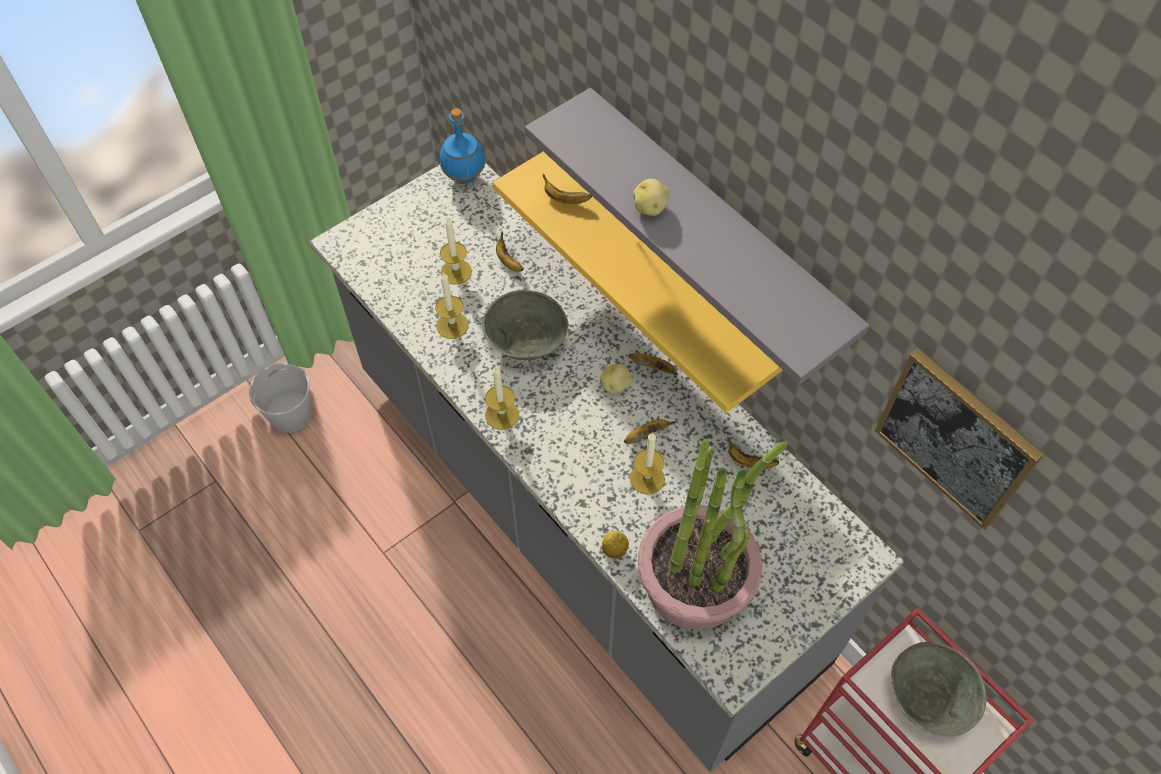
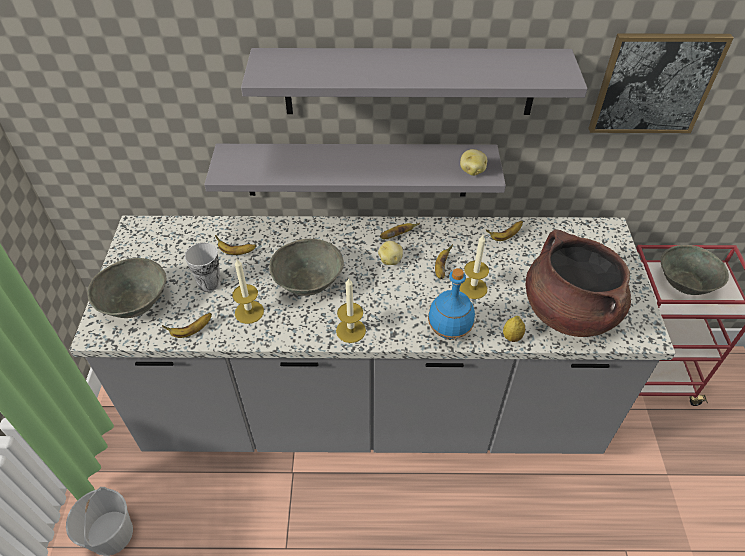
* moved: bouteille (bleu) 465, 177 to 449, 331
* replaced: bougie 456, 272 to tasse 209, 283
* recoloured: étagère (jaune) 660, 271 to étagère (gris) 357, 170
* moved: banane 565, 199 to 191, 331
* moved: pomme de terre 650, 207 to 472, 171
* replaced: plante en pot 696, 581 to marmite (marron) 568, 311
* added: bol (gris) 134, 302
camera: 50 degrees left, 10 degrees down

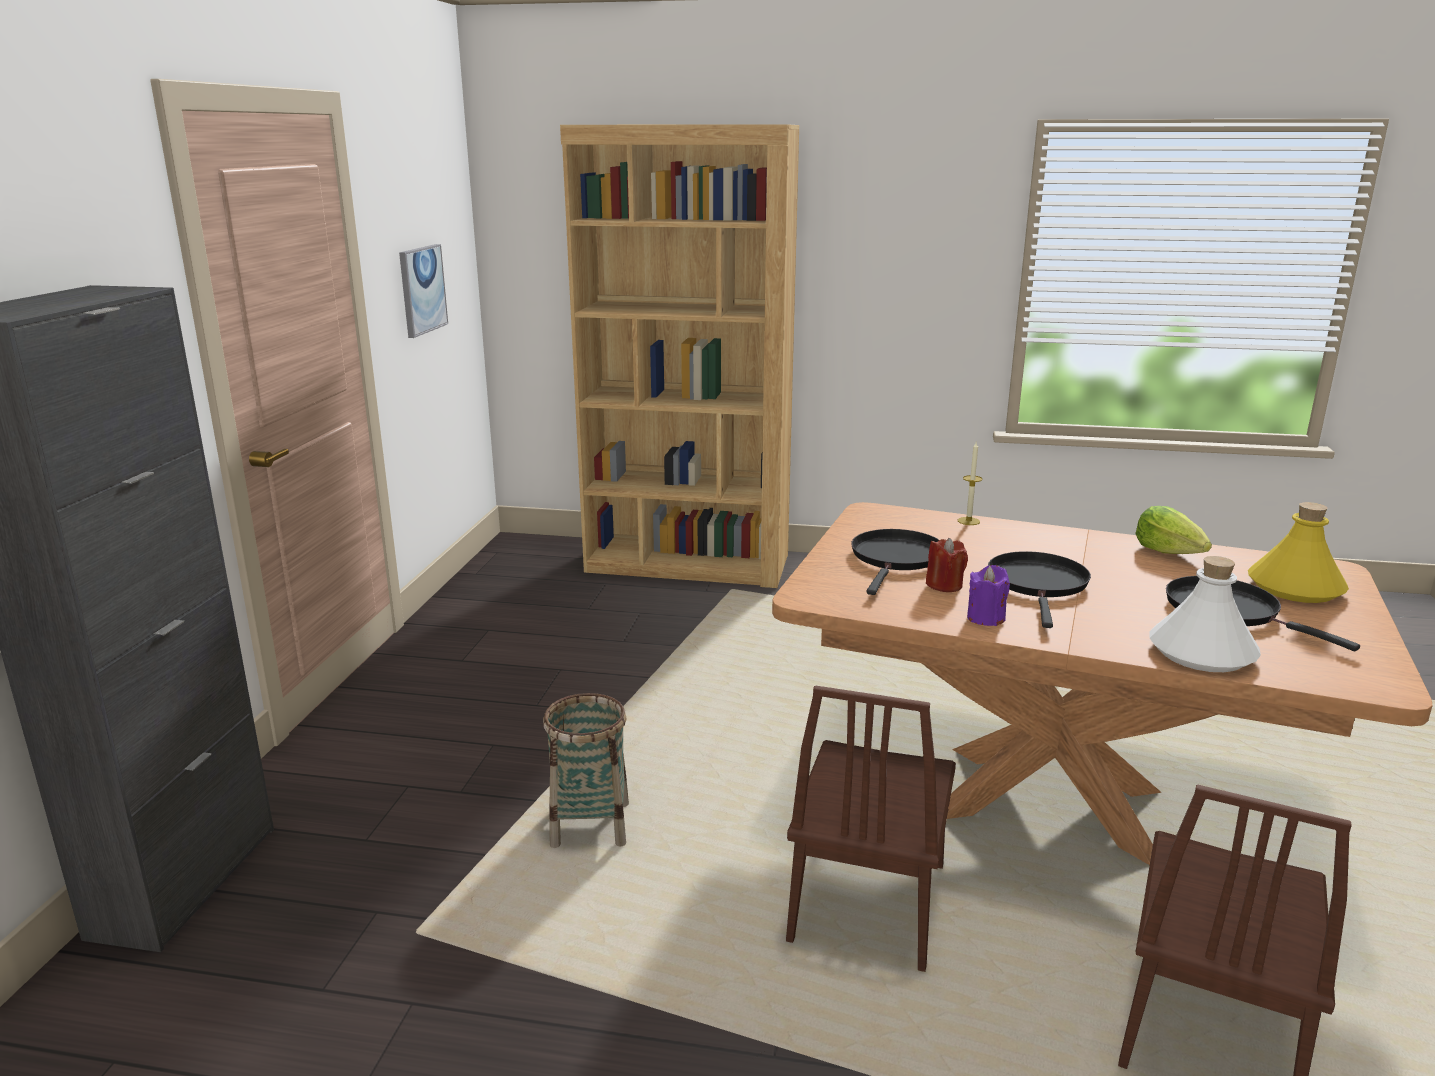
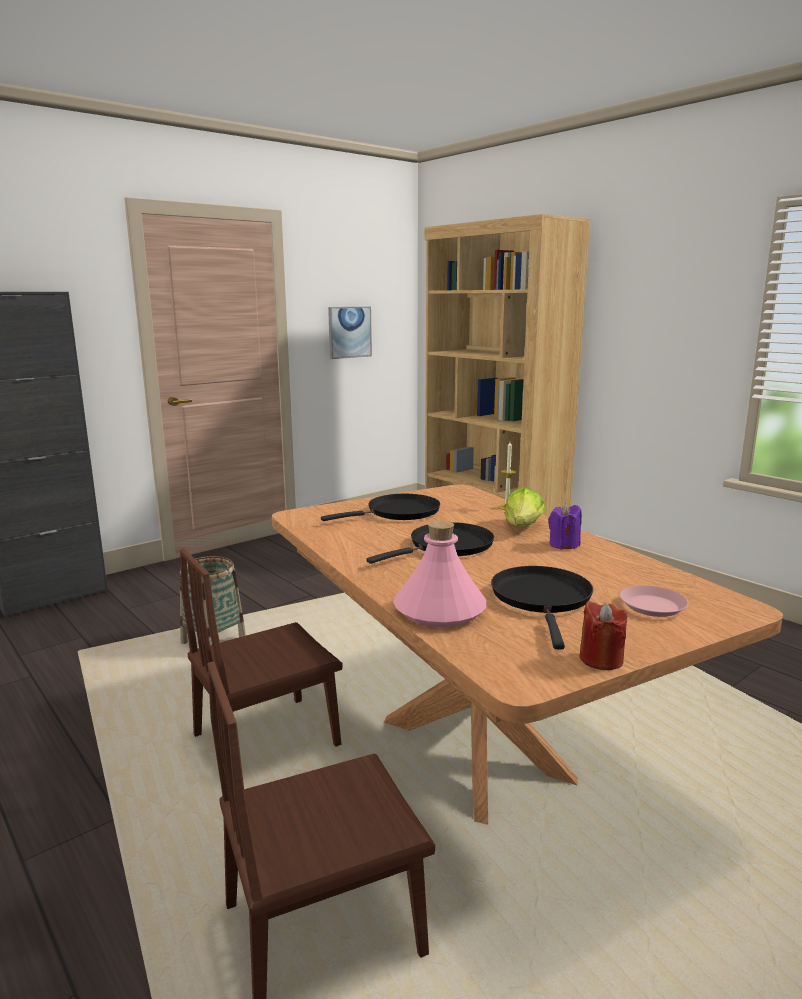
* moved: bougie (rouge) 944, 585 to 601, 659
* moved: bougie (violet) 986, 618 to 564, 545
* moved: laitue 1169, 552 to 523, 527
* recoloured: bouteille (blanc) 1201, 653 to bouteille (rose) 439, 610
* replaced: bouteille (jaune) 1295, 588 to assiette (rose) 652, 606
camera: 40 degrees right, 5 degrees down

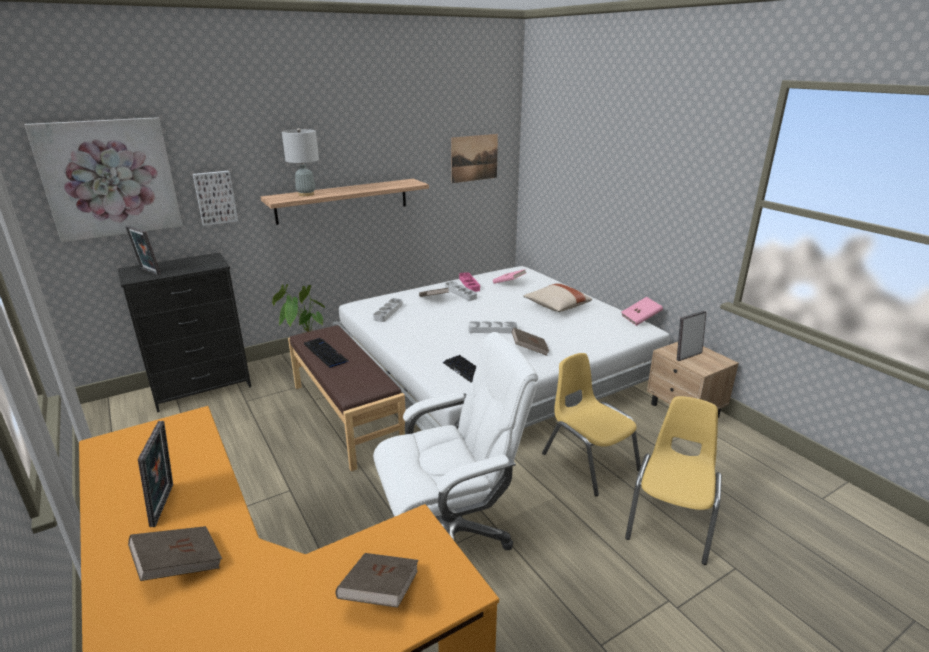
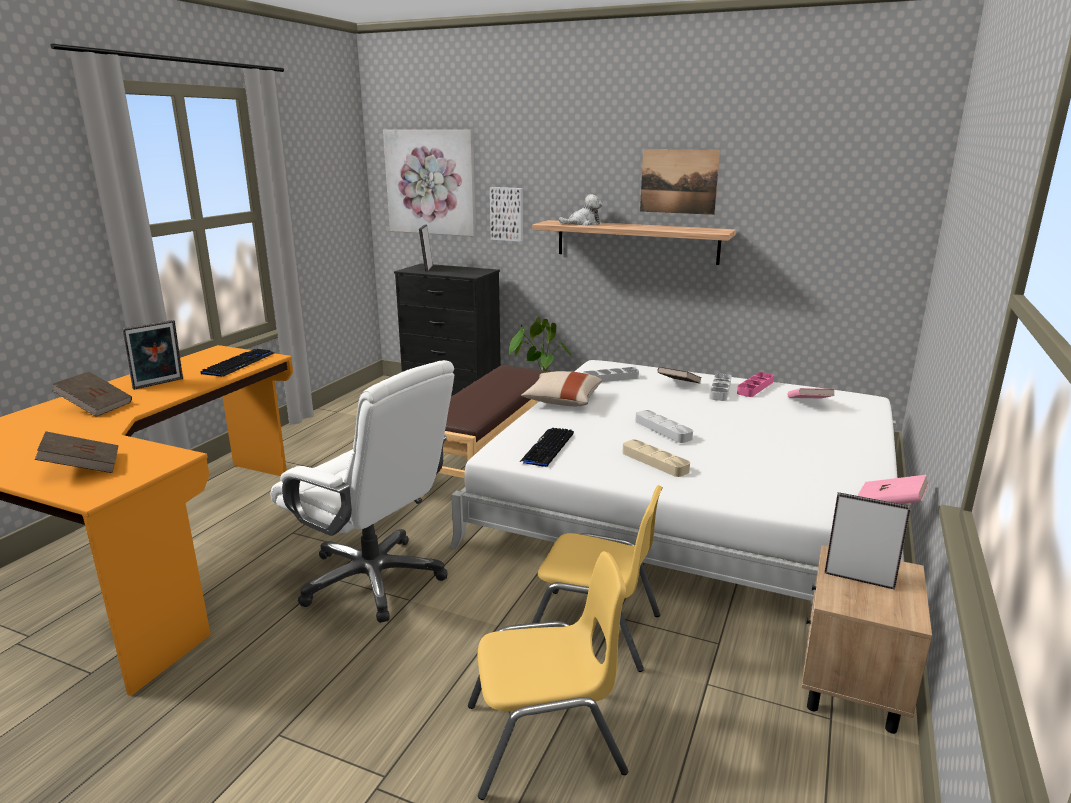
* replaced: lampe de table (gris) 306, 194 to peluche 583, 224
* moved: clavier 325, 353 to 239, 364
* moved: tableau 474, 158 to 678, 181
* replaced: livre (marron) 529, 349 to plateau (beige) 655, 462
* moved: coussin (beige) 556, 307 to 562, 401
* turned: chaise (jaune) 589, 462 = 594, 630 90 degrees clockwise
camera: 55 degrees right, 5 degrees down

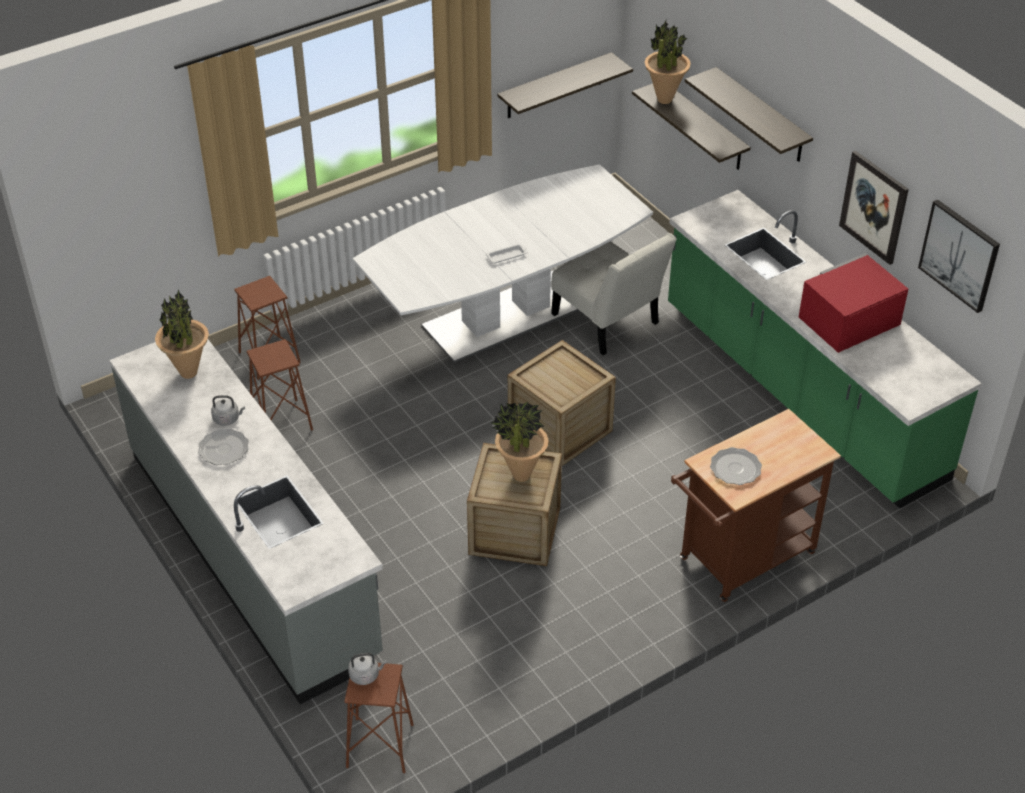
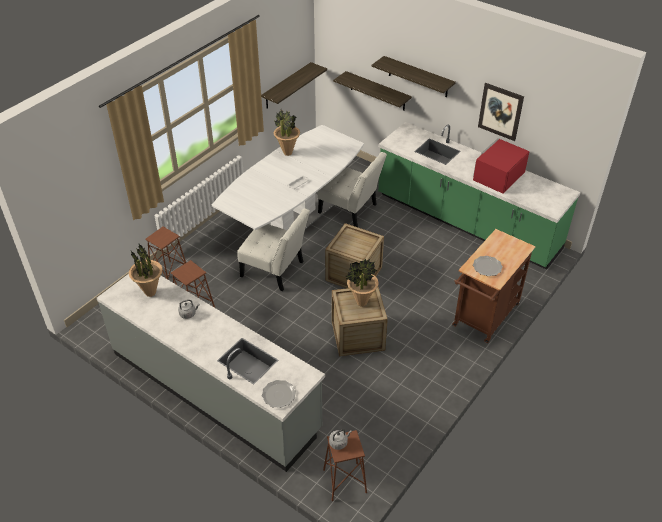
* moved: assiette 224, 449 to 279, 395
* moved: plante en pot 664, 99 to 287, 153
* removed: tableau 960, 255
* added: chaise (blanc) 275, 270
camera: 20 degrees left, 0 degrees up

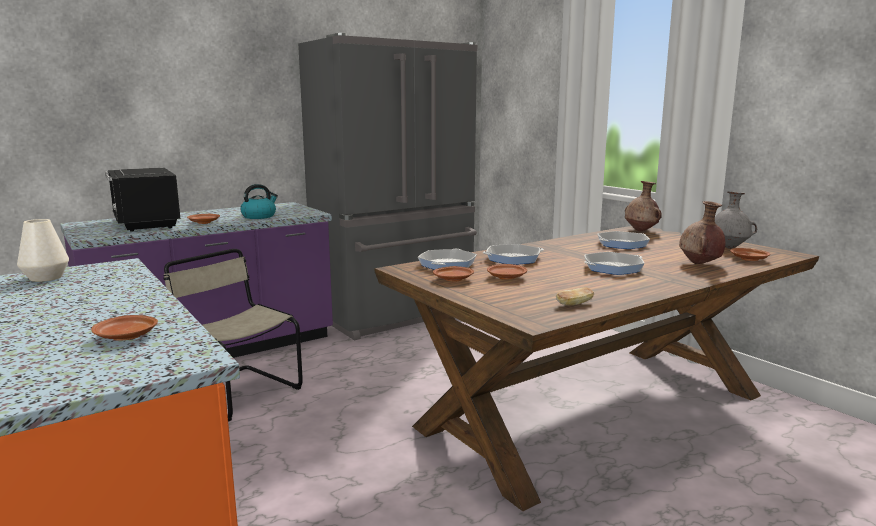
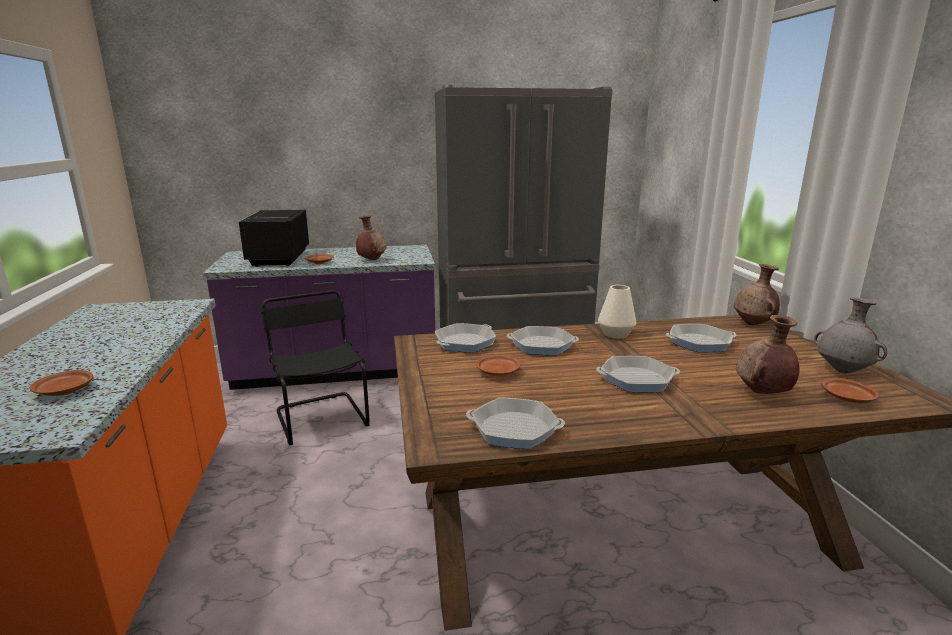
* moved: vase (blanc) 46, 278 to 615, 334
* recoloured: chaise (beige) 237, 391 to chaise (noir) 320, 416
* replaced: bouilloire 259, 216 to vase (marron) 371, 260
* removed: assiette (marron) 453, 279
* replaced: pain 574, 304 to poêle 514, 429
camera: 25 degrees right, 5 degrees up

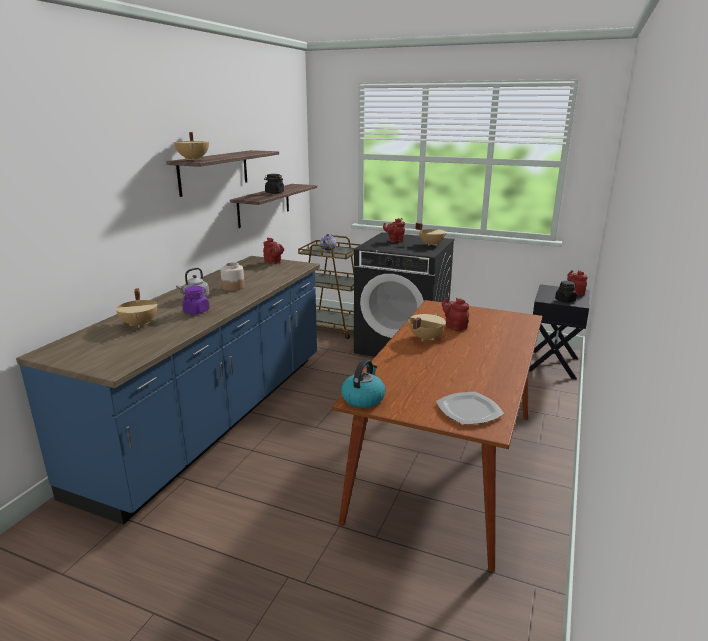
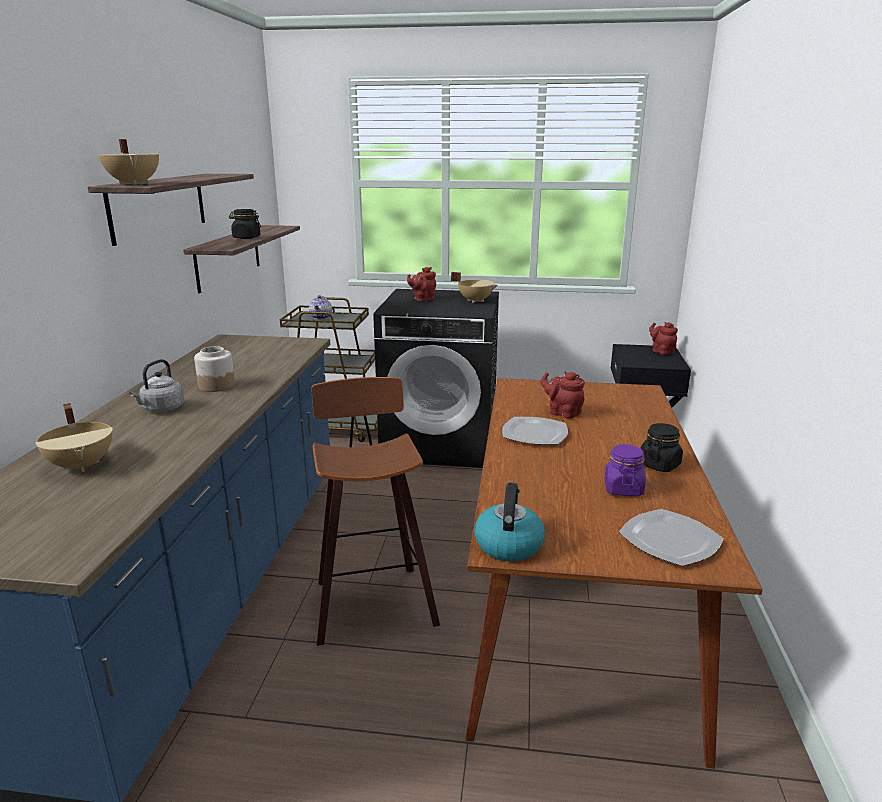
* moved: bocal (violet) 196, 311 to 623, 489
* removed: théière (rouge) 273, 262
* replaced: marmite (beige) 425, 338 to assiette 534, 434
* moved: bocal (noir) 565, 300 to 659, 465
* added: tabouret 371, 601
camera: 15 degrees left, 0 degrees up

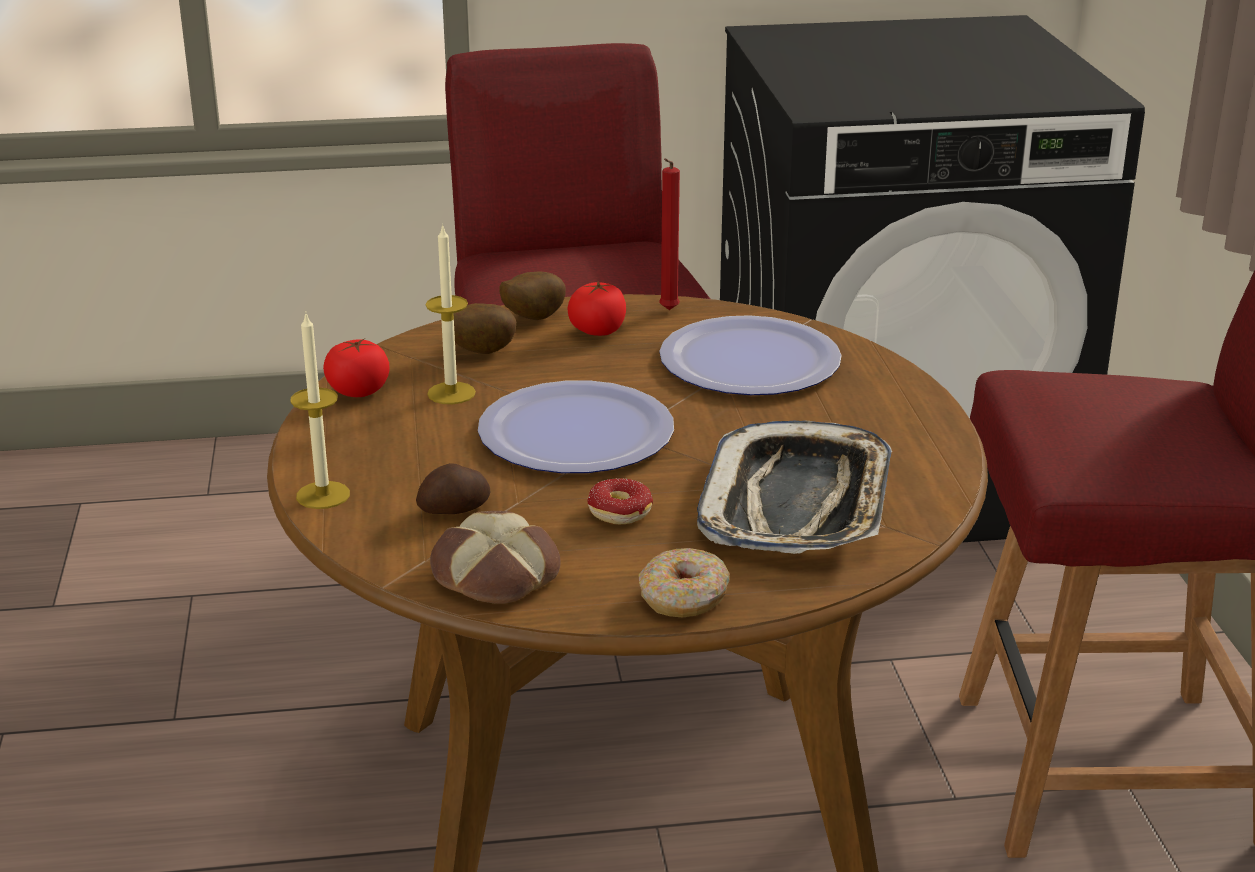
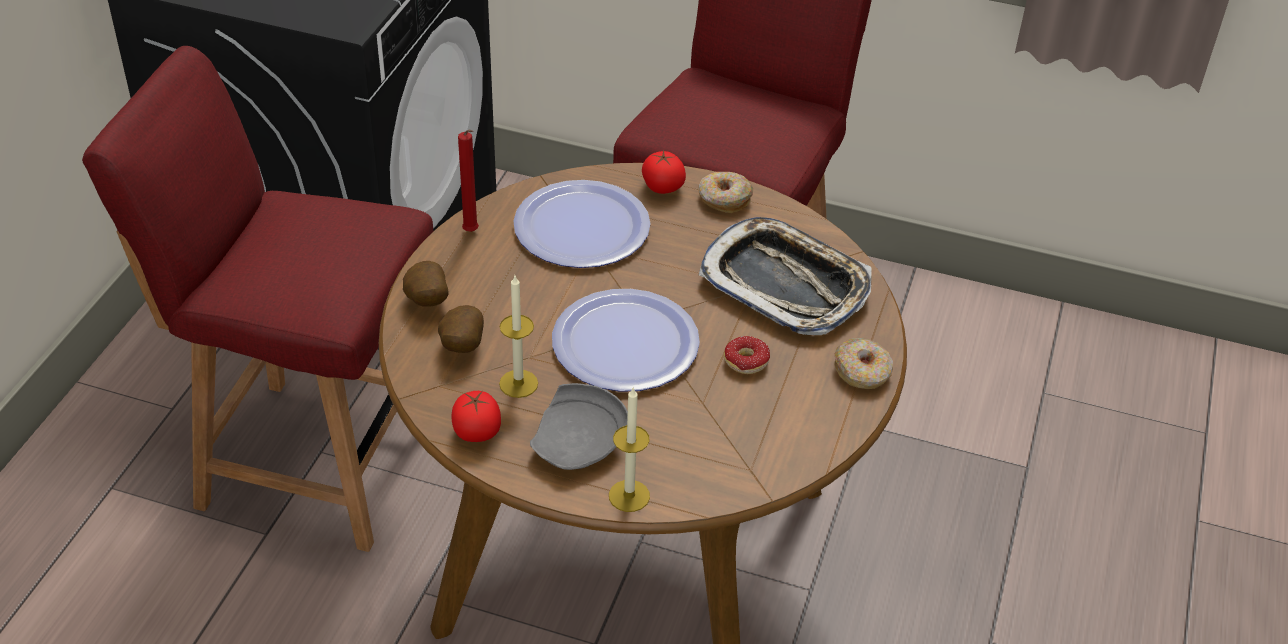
* removed: pomme de terre 455, 510
* removed: pain 493, 575
* moved: tomate 597, 331 to 662, 187
* added: assiette (gris) 579, 444
* added: beignet 724, 199
camera: 65 degrees left, 15 degrees up

